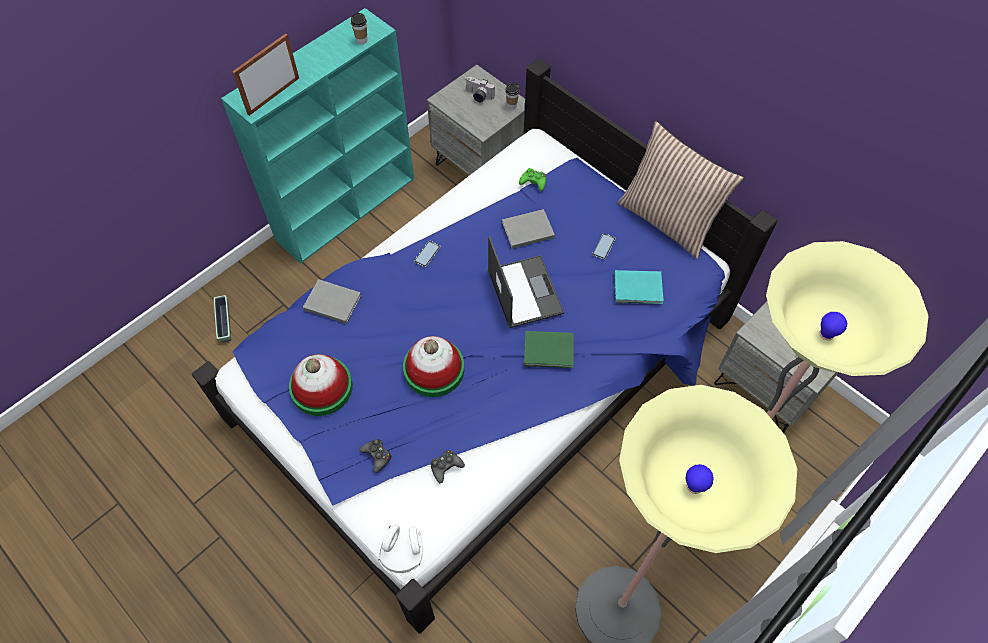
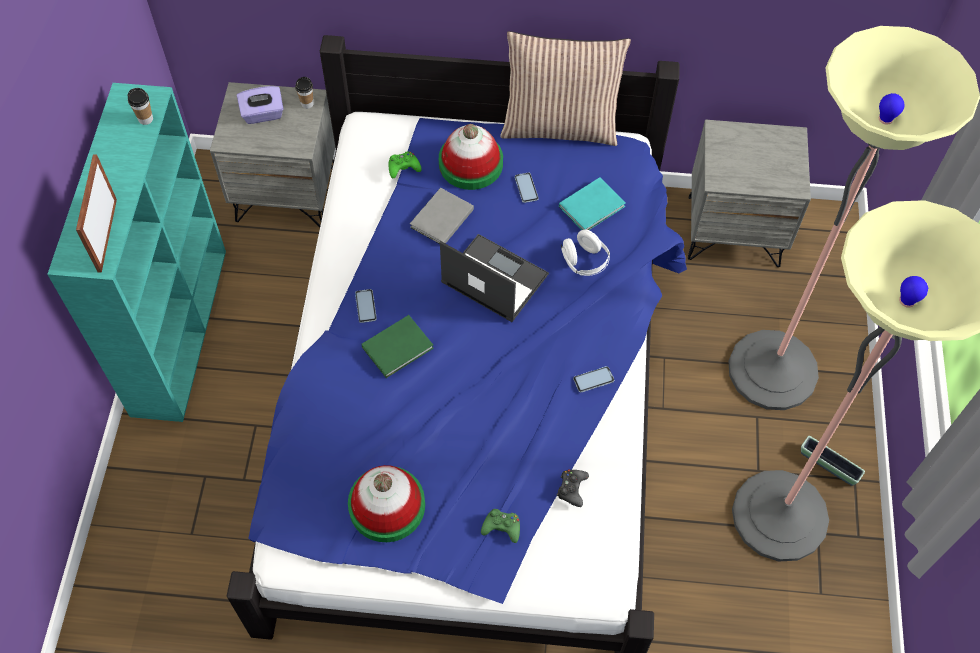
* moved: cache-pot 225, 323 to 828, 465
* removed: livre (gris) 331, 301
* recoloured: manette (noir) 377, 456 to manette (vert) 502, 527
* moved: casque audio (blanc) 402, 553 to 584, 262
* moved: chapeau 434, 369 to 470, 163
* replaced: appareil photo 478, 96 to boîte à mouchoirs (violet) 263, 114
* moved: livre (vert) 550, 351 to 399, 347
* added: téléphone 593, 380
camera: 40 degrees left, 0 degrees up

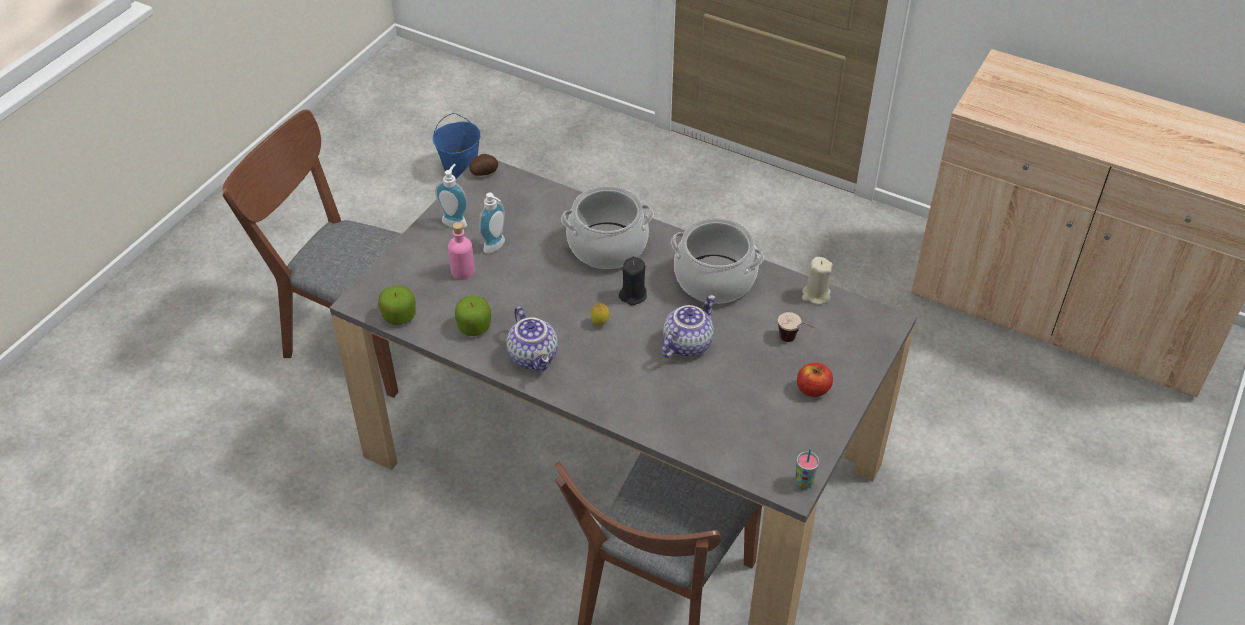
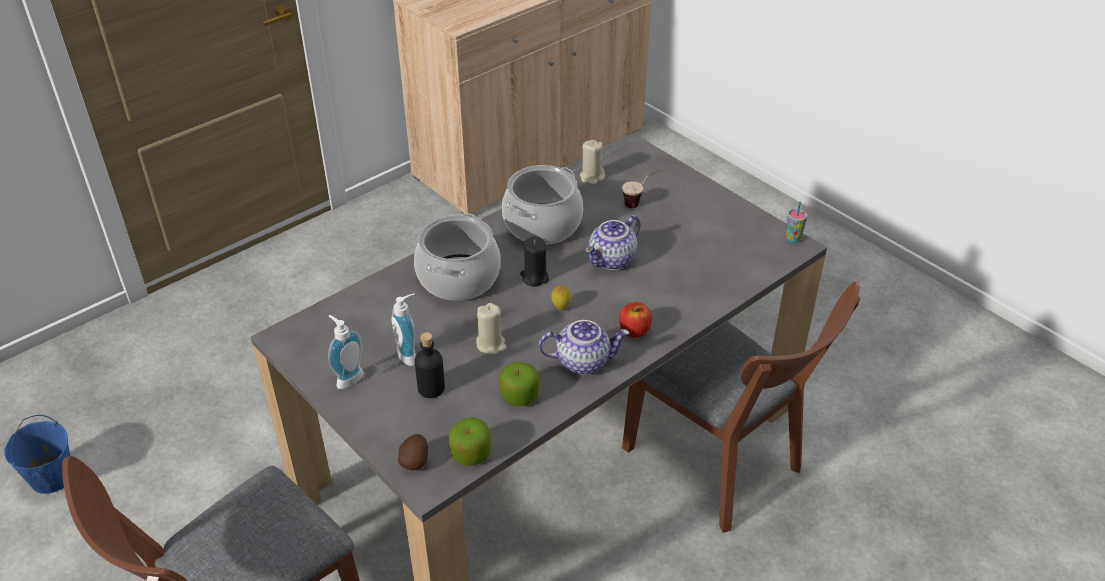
* recoloured: bouteille (rose) 462, 271 to bouteille (noir) 431, 388
* moved: pomme de terre 484, 173 to 415, 460
* turned: théière 686, 343 = 613, 260 105 degrees counterclockwise
* moved: pomme 813, 389 to 634, 331
* added: bougie (beige) 491, 344
camera: 70 degrees left, 5 degrees down

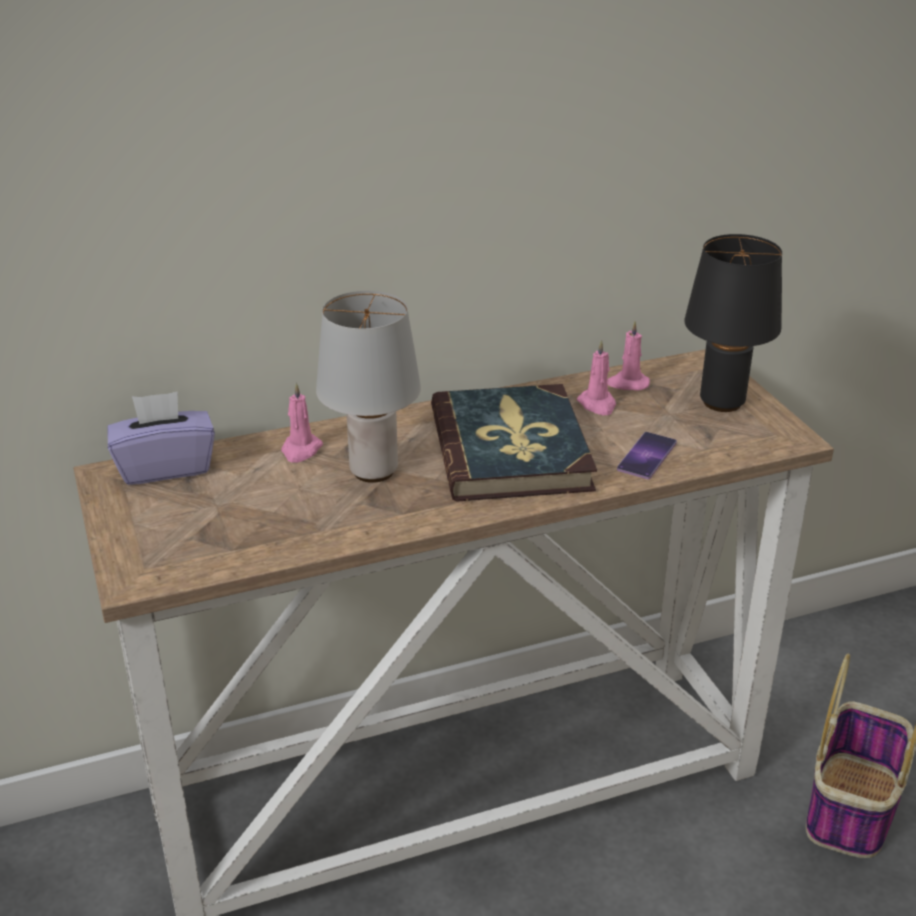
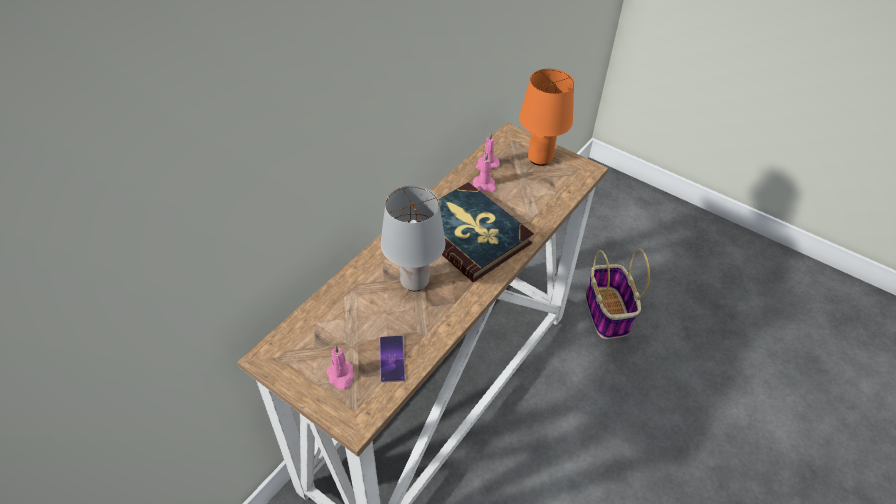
* removed: boîte à mouchoirs (violet) 165, 467
* moved: bougie (rose) 301, 450 to 341, 376
* moved: téléphone 647, 456 to 392, 359
* recoloured: lampe de table (noir) 720, 402 to lampe de table (orange) 539, 159
camera: 35 degrees left, 15 degrees up

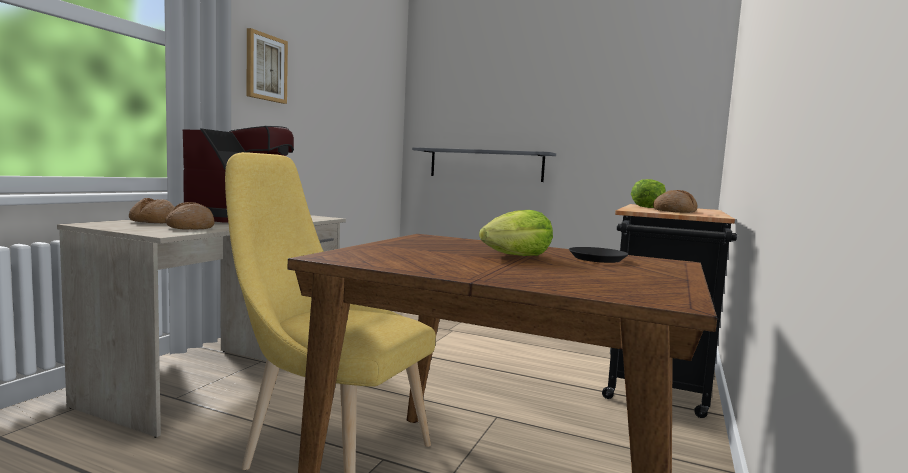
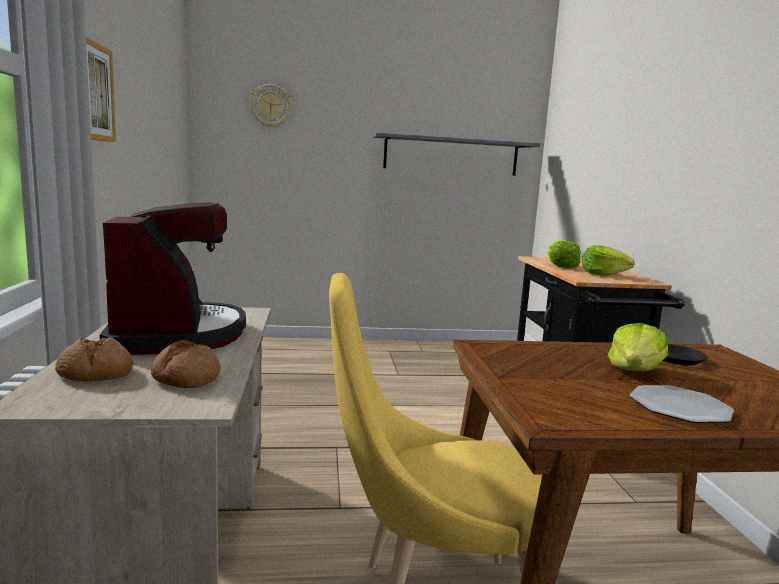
* moved: étagère (gris) 485, 165 to 451, 155
* replaced: pain 674, 211 to laitue 603, 274
* added: horloge murale 270, 106
* added: assiette 679, 407
camera: 30 degrees left, 5 degrees up

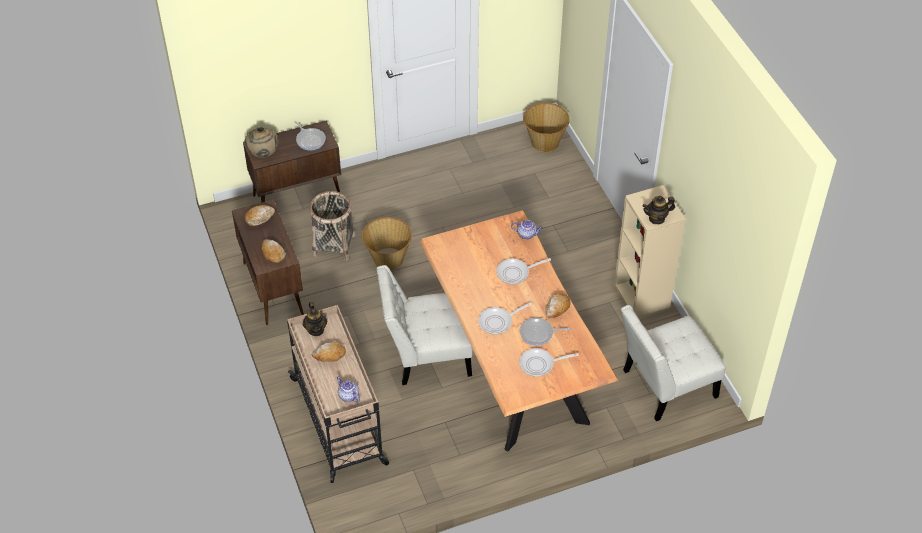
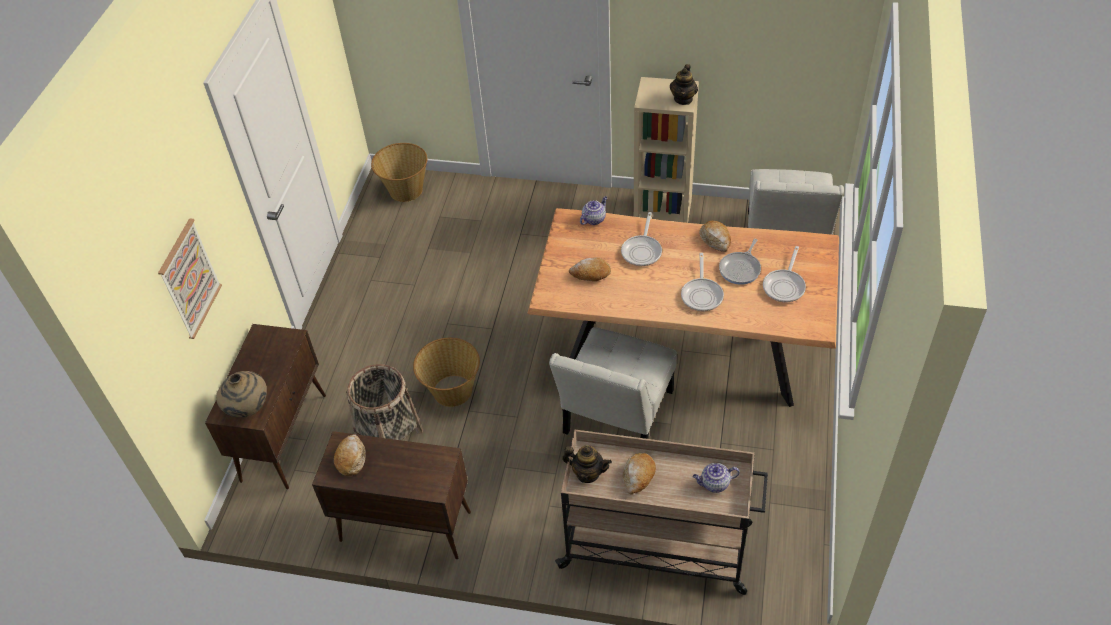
* moved: pain 273, 253 to 590, 274
* removed: poêle 310, 140
* added: tableau 189, 279
camera: 55 degrees left, 0 degrees up

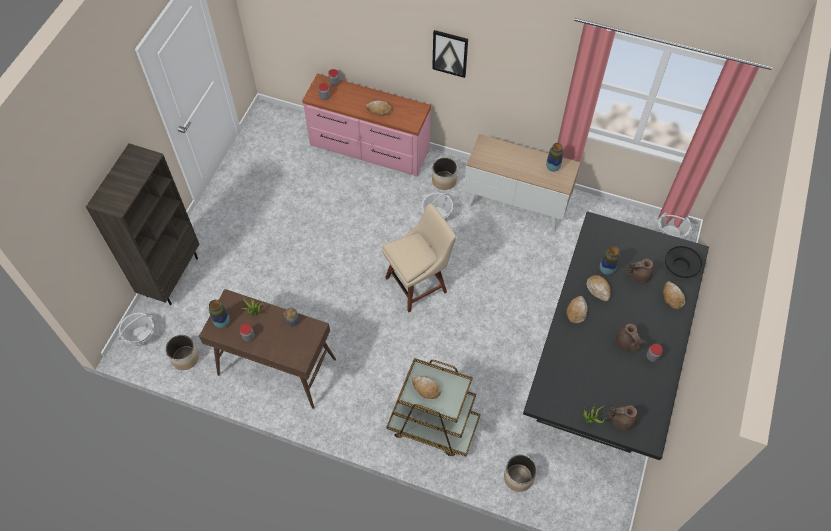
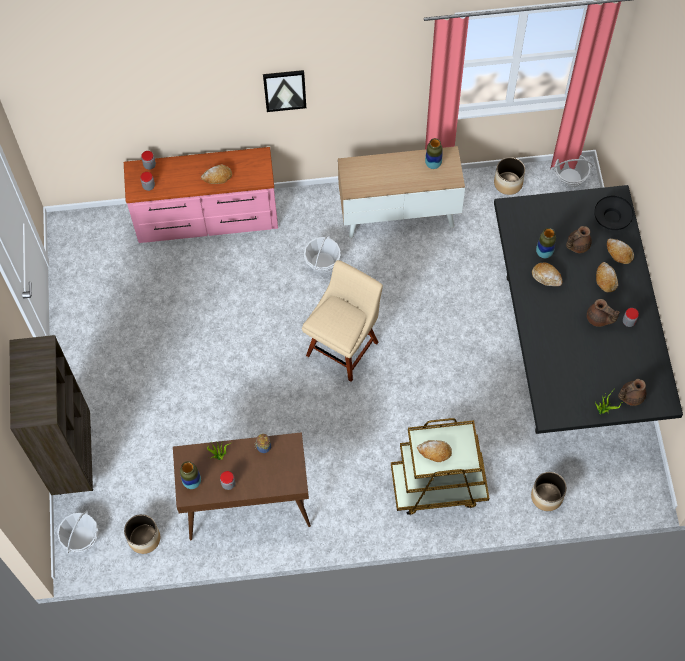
* moved: cache-pot 444, 180 to 508, 183
* moved: pain 576, 311 to 605, 279
camera: 25 degrees left, 5 degrees up

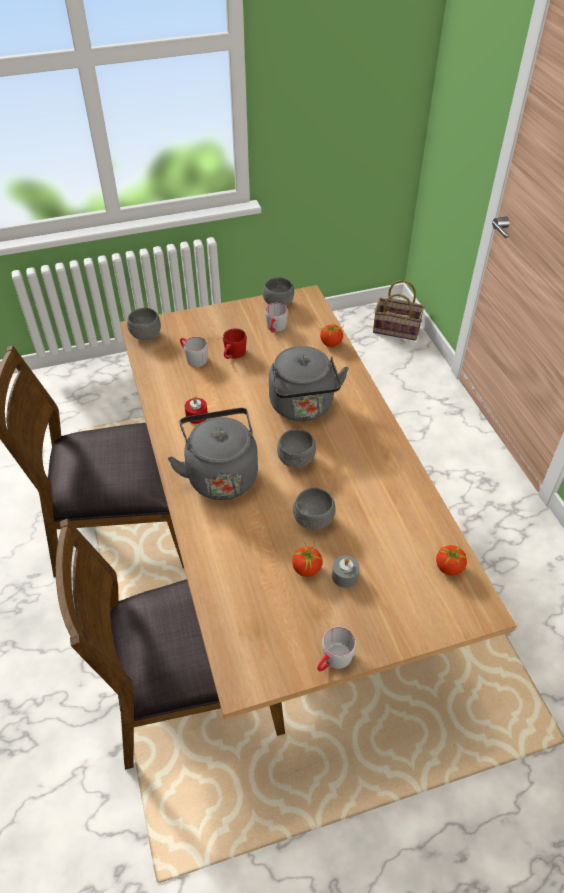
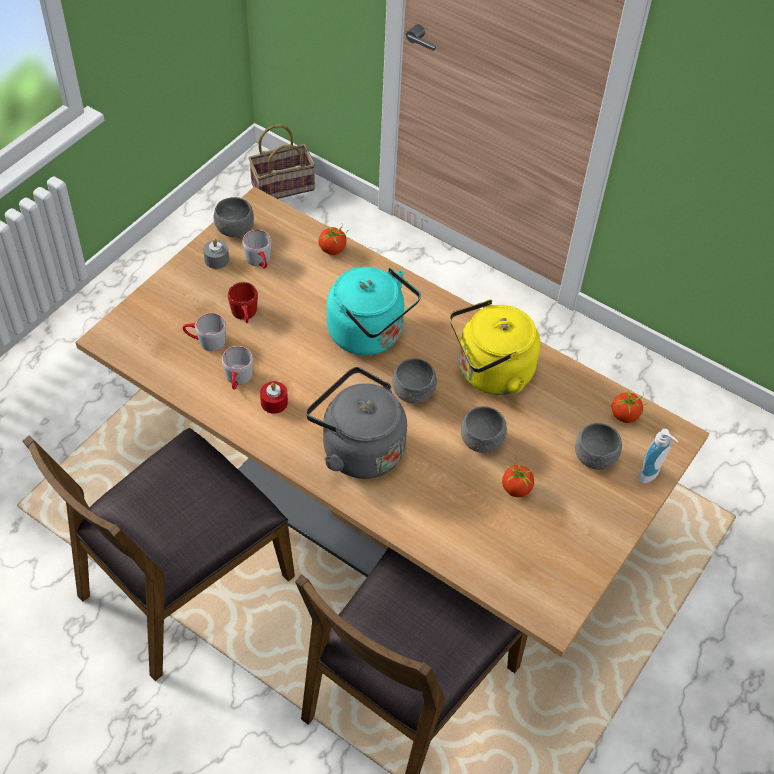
* moved: bol (gris) 145, 335 to 594, 458
* recoloured: bouilloire (gris) 303, 407 to bouilloire (turquoise) 370, 335
* moved: mug (gris) 333, 661 to 238, 380
* moved: bougie (gris) 345, 576 to 216, 259
* added: bouilloire (jaune) 490, 373
* added: distributeur de savon 651, 476
camera: 40 degrees left, 5 degrees up

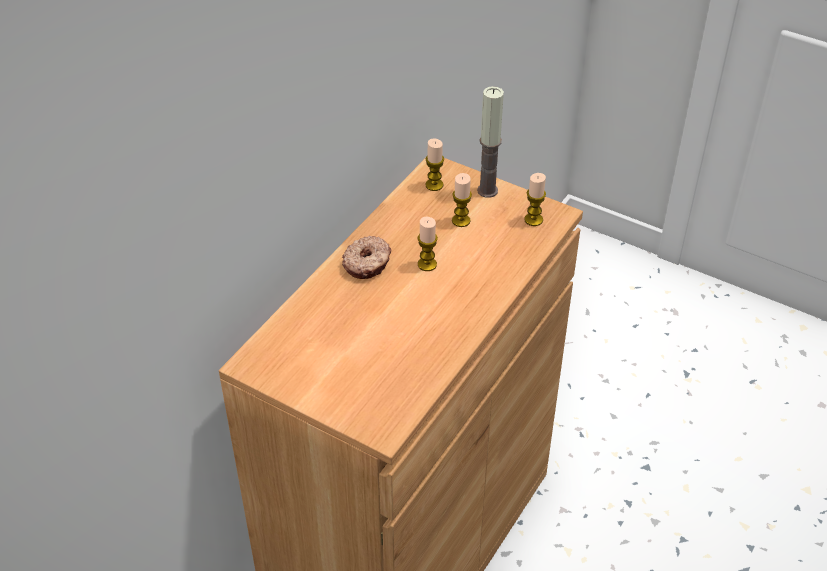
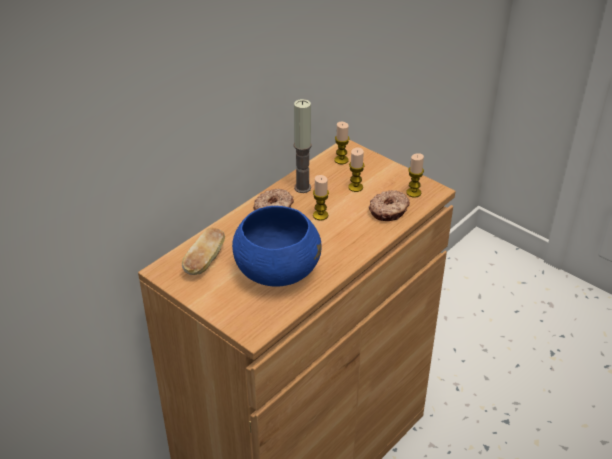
* moved: bougie 487, 190 to 302, 187
* added: pain 205, 261
* added: bol (bleu) 277, 272
* added: beignet 389, 211
camera: 10 degrees right, 5 degrees down

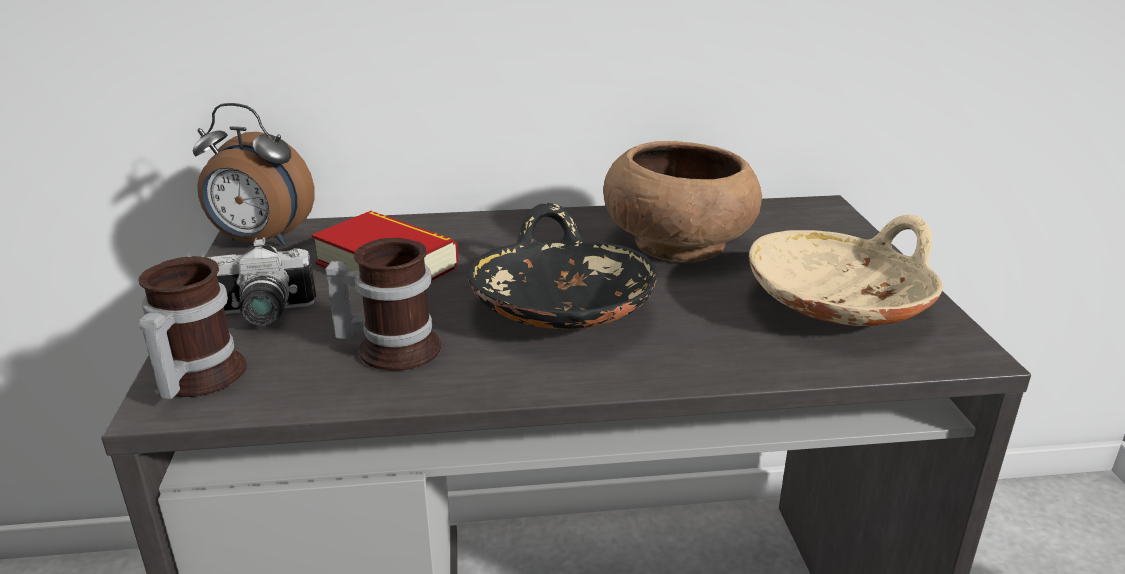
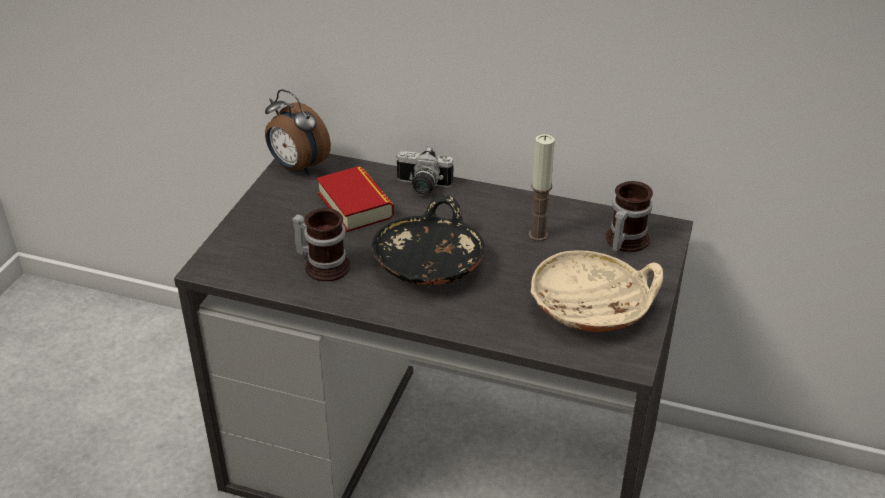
* moved: mug 193, 378 to 623, 241
* moved: appareil photo 260, 315 to 422, 187
* replaced: bol (marron) 679, 244 to bougie 538, 235
camera: 25 degrees right, 10 degrees up

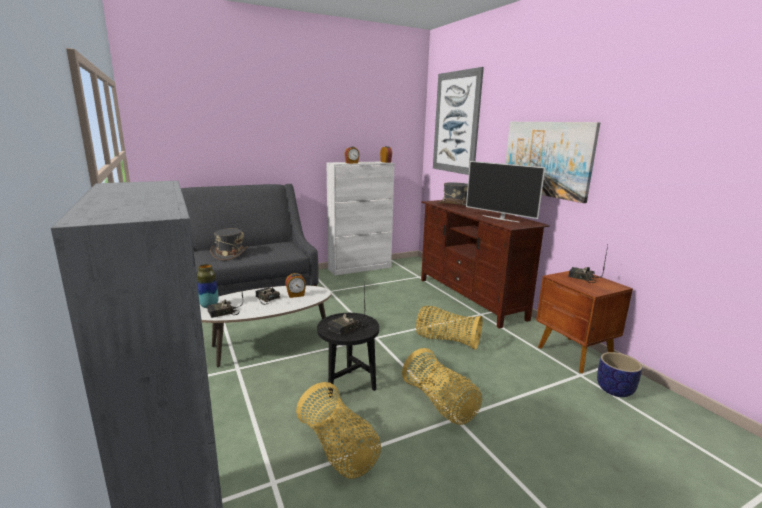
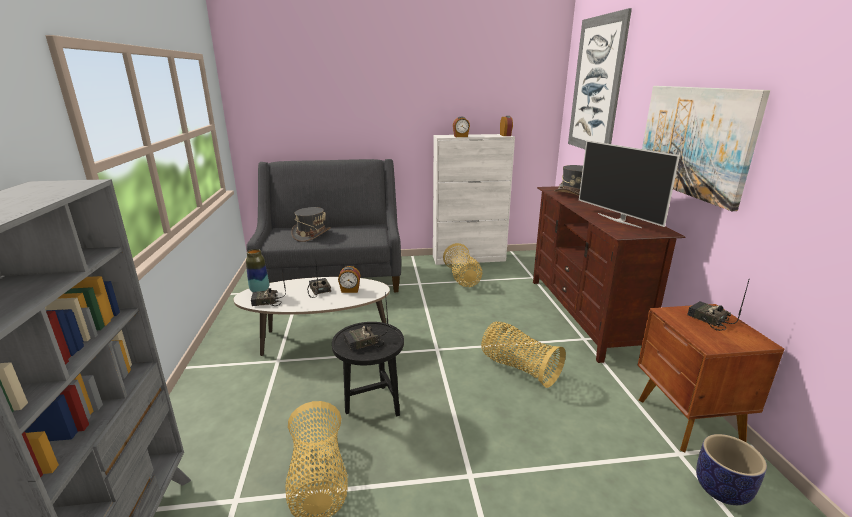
* moved: panier 440, 404 to 462, 278
camera: 20 degrees right, 5 degrees up

